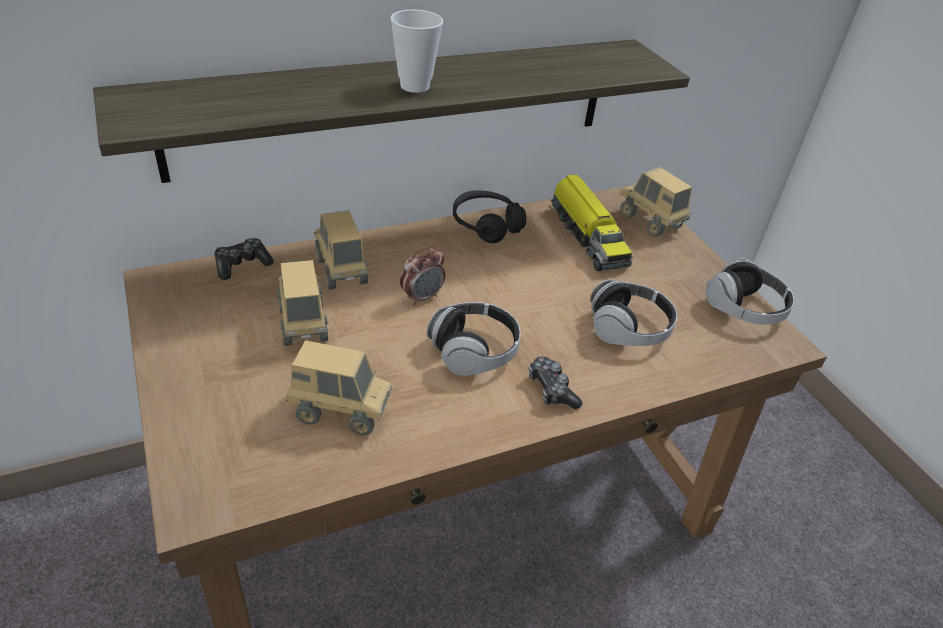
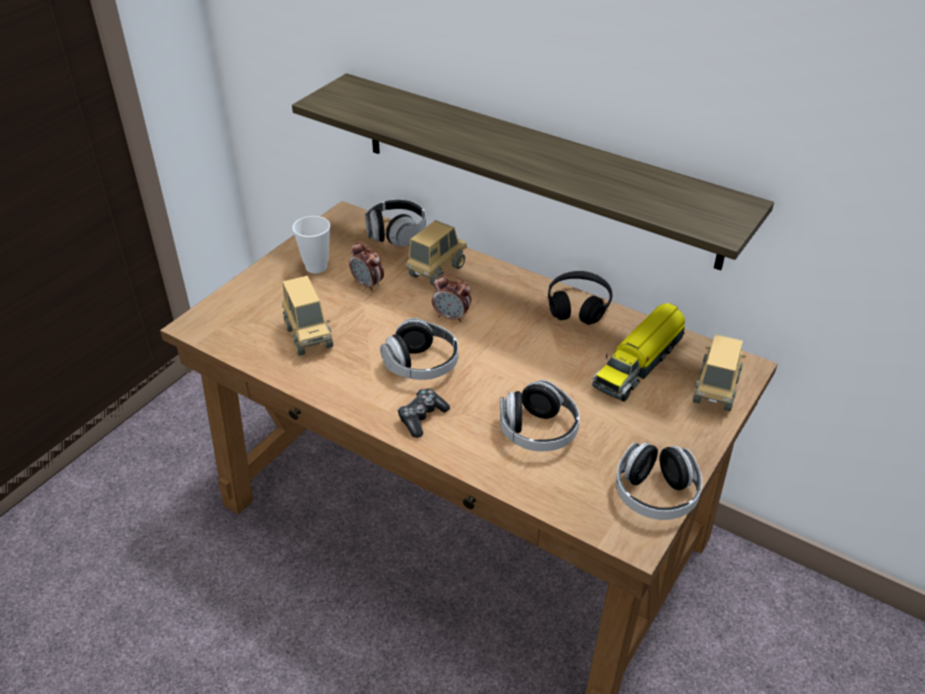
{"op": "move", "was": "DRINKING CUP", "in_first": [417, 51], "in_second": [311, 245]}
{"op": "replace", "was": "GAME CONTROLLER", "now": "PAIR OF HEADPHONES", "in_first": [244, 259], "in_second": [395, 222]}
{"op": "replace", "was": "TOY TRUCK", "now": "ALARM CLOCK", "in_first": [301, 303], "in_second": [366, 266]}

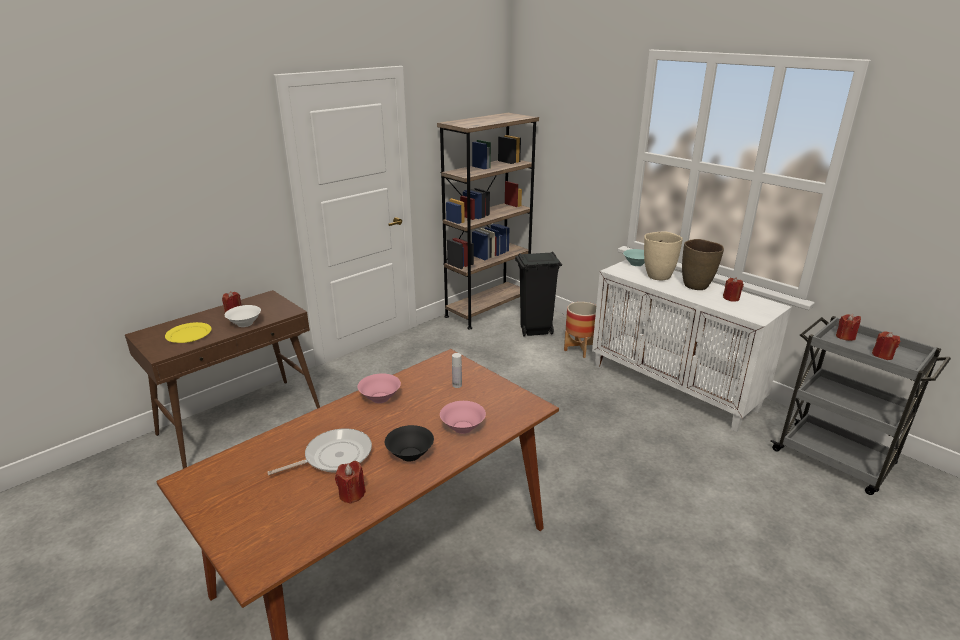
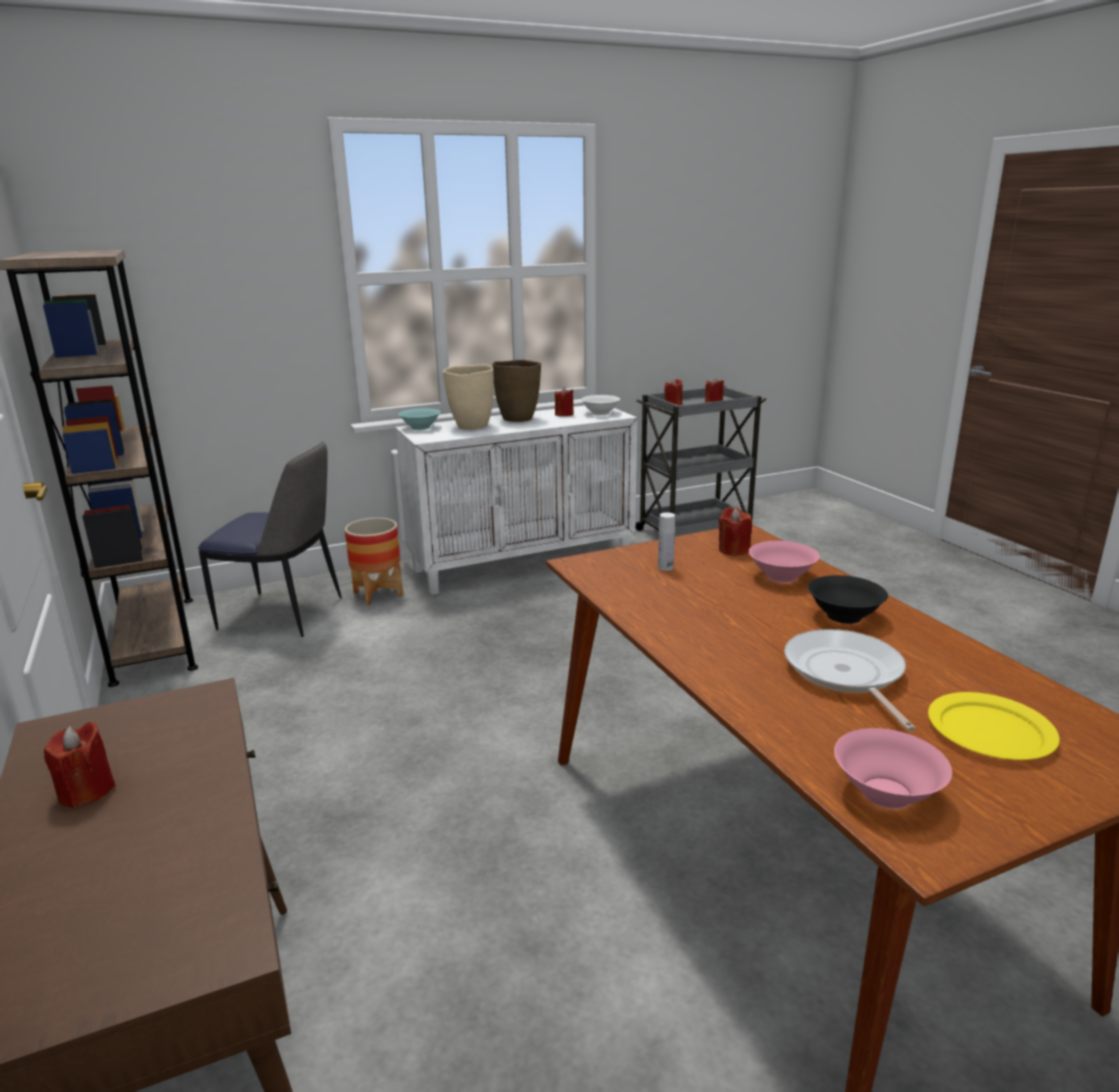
{"op": "replace", "was": "BLACK WASTE BIN", "now": "PLAIN CHAIR", "in_first": [538, 294], "in_second": [270, 539]}
{"op": "move", "was": "WHITE-COLOURED DEEP DISH", "in_first": [243, 316], "in_second": [600, 405]}
{"op": "move", "was": "YELLOW-COLOURED DINNER PLATE", "in_first": [188, 332], "in_second": [994, 726]}
{"op": "move", "was": "PINK DEEP DISH", "in_first": [379, 388], "in_second": [893, 768]}
{"op": "move", "was": "RED-COLOURED WAX LIGHT", "in_first": [350, 482], "in_second": [735, 531]}

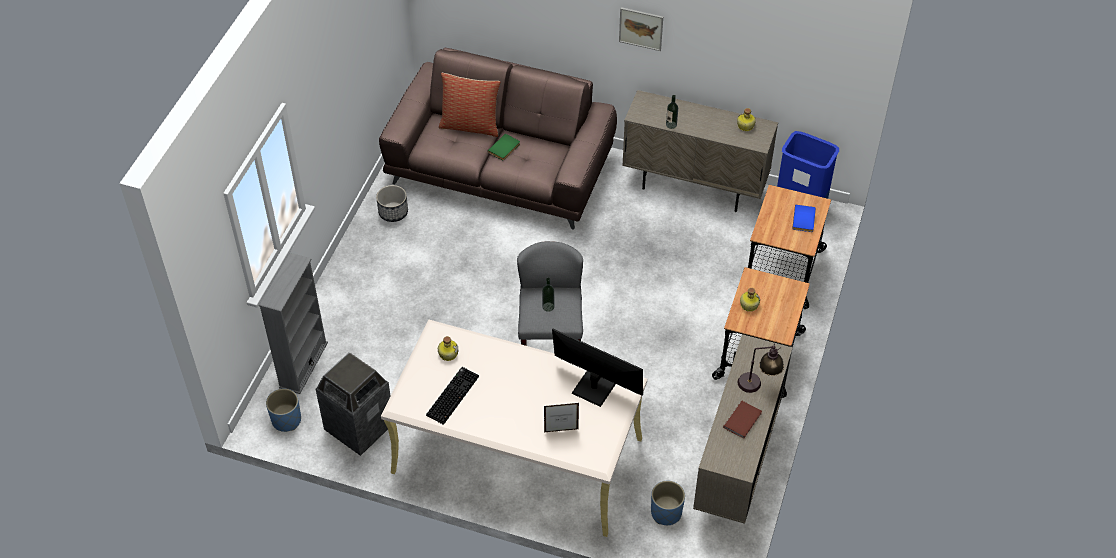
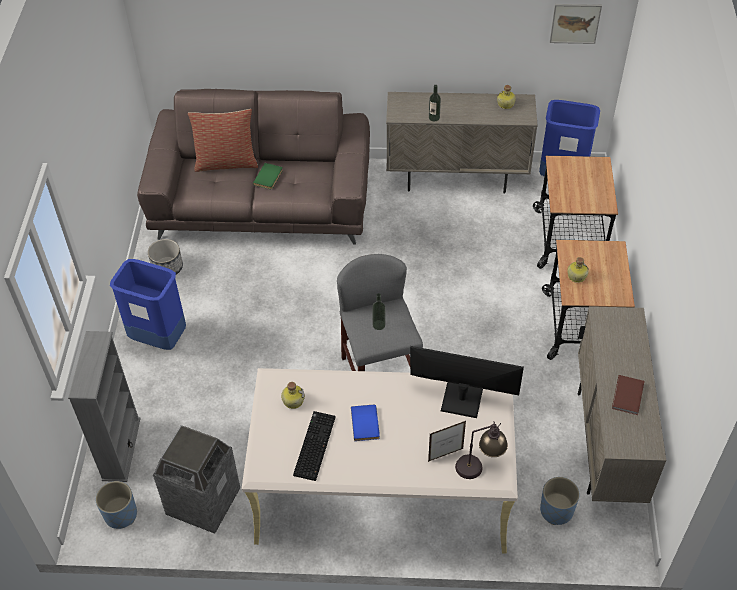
{"op": "move", "was": "WALL PICTURE", "in_first": [641, 29], "in_second": [576, 24]}
{"op": "move", "was": "BLUE-COLOURED BOOK", "in_first": [804, 218], "in_second": [365, 423]}
{"op": "move", "was": "TABLE LAMP", "in_first": [760, 368], "in_second": [481, 450]}
{"op": "insert", "now": "BLUE-COLOURED WASTE BIN", "in_second": [148, 304]}

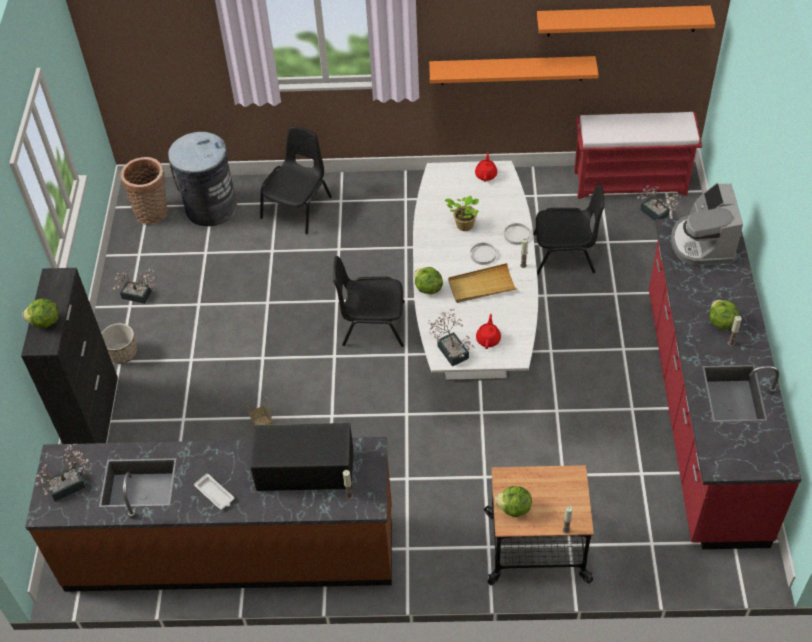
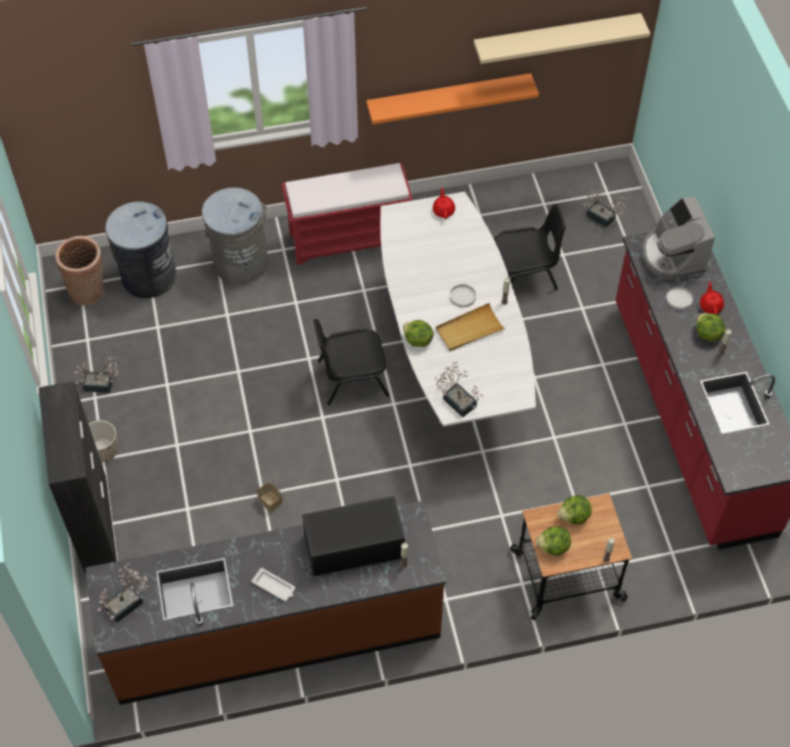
{"op": "recolor", "was": "ORANGE WALL SHELF", "now": "SAND-COLOURED WALL SHELF", "in_first": [626, 21], "in_second": [562, 38]}
{"op": "move", "was": "RED-COLOURED LONG SEAT", "in_first": [638, 155], "in_second": [347, 214]}
{"op": "replace", "was": "BLACK PLAIN CHAIR", "now": "GREY WASTE BIN", "in_first": [296, 180], "in_second": [235, 236]}
{"op": "delete", "was": "PLANT IN A POT", "in_first": [462, 213]}
{"op": "move", "was": "WHITE-COLOURED DINNER PLATE", "in_first": [517, 234], "in_second": [679, 298]}
{"op": "move", "was": "LETTUCE", "in_first": [40, 313], "in_second": [574, 509]}
{"op": "move", "was": "RED-COLOURED TEA POT", "in_first": [488, 331], "in_second": [712, 298]}

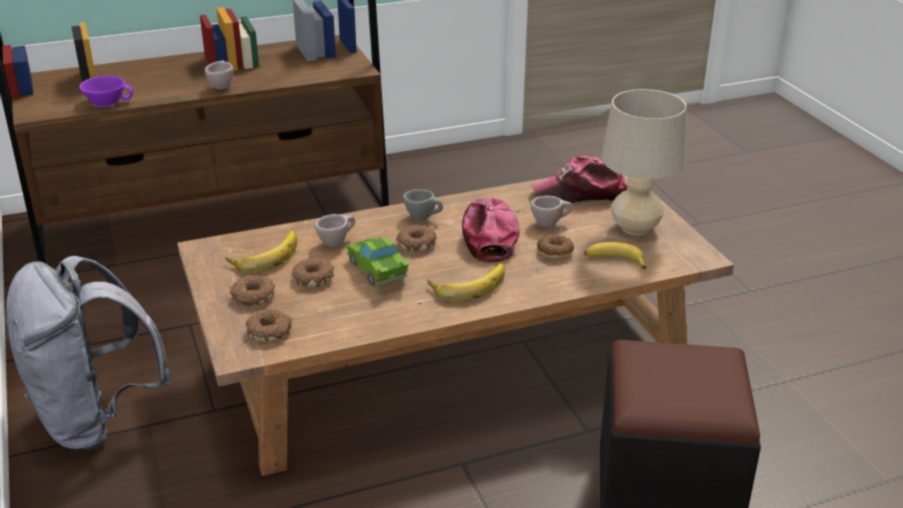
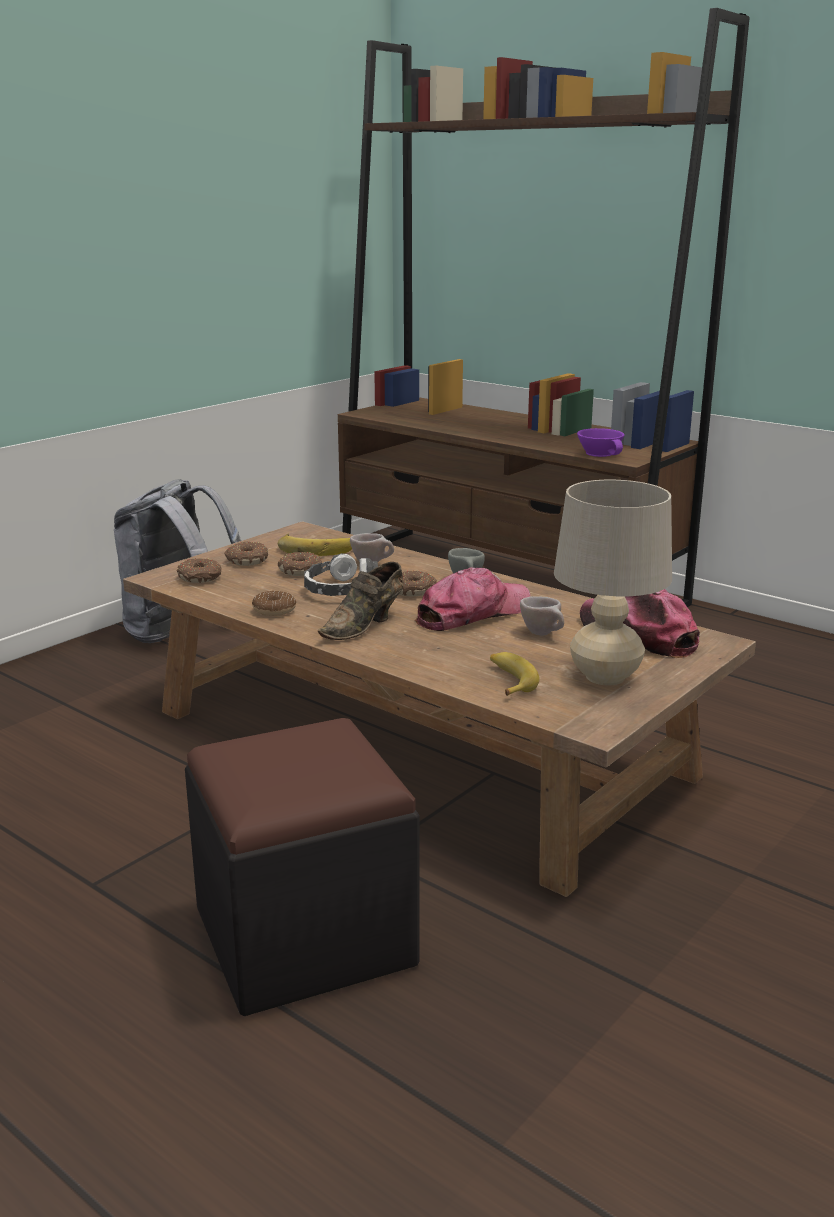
{"op": "delete", "was": "SAND-COLOURED DRINKING CUP", "in_first": [219, 75]}
{"op": "move", "was": "PURPLE DRINKING CUP", "in_first": [106, 91], "in_second": [601, 442]}
{"op": "move", "was": "RING DOUGHNUT", "in_first": [555, 246], "in_second": [274, 603]}
{"op": "replace", "was": "GREEN TOY CAR", "now": "PAIR OF HEADPHONES", "in_first": [379, 261], "in_second": [341, 574]}
{"op": "replace", "was": "BANANA", "now": "BROWN LOW SHOE", "in_first": [466, 282], "in_second": [361, 601]}

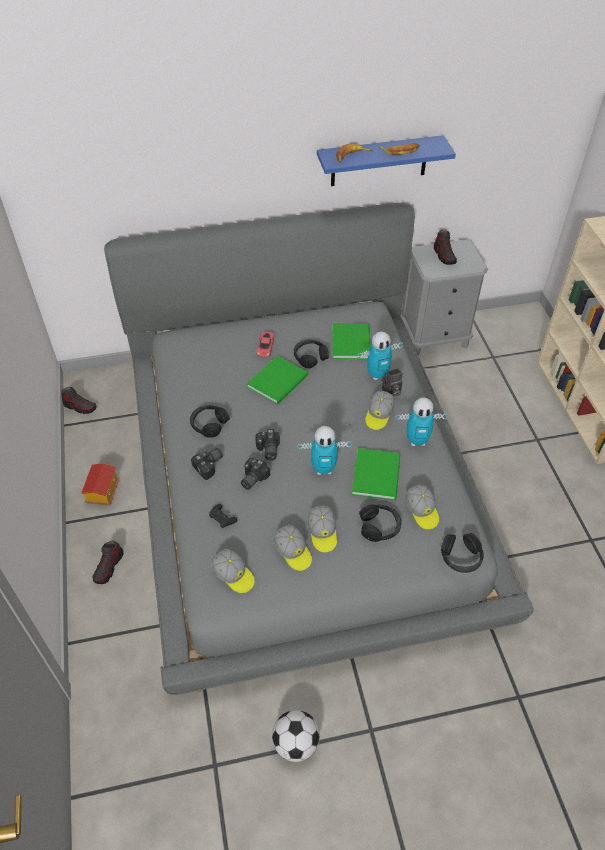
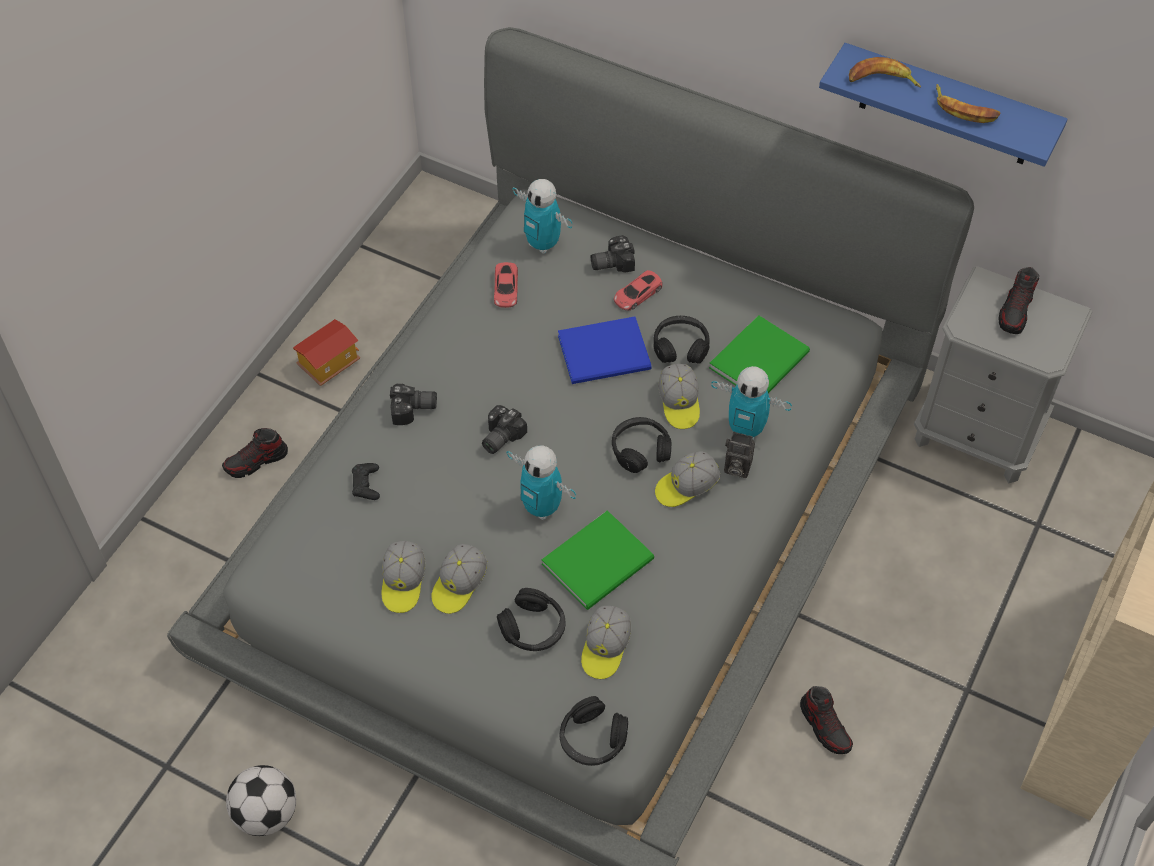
{"op": "recolor", "was": "GREEN BOOK", "now": "BLUE-COLOURED BOOK", "in_first": [277, 380], "in_second": [604, 350]}
{"op": "move", "was": "LOW SHOE", "in_first": [79, 400], "in_second": [826, 720]}
{"op": "move", "was": "TOY ROBOT", "in_first": [421, 421], "in_second": [543, 216]}
{"op": "move", "was": "BLACK PAIR OF HEADPHONES", "in_first": [210, 421], "in_second": [642, 445]}
{"op": "move", "was": "STILL CAMERA", "in_first": [255, 474], "in_second": [613, 253]}
{"op": "move", "was": "BASEBALL CAP", "in_first": [232, 571], "in_second": [679, 396]}
{"op": "insert", "now": "RED-COLOURED TOY CAR", "in_second": [506, 285]}

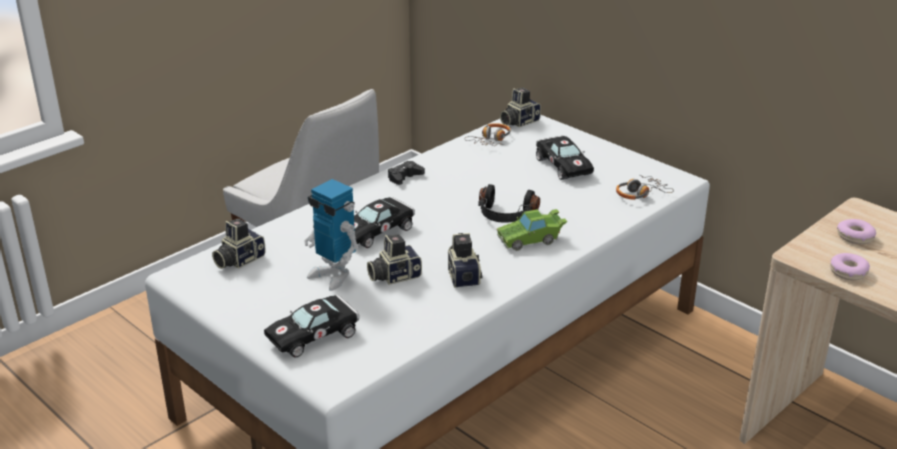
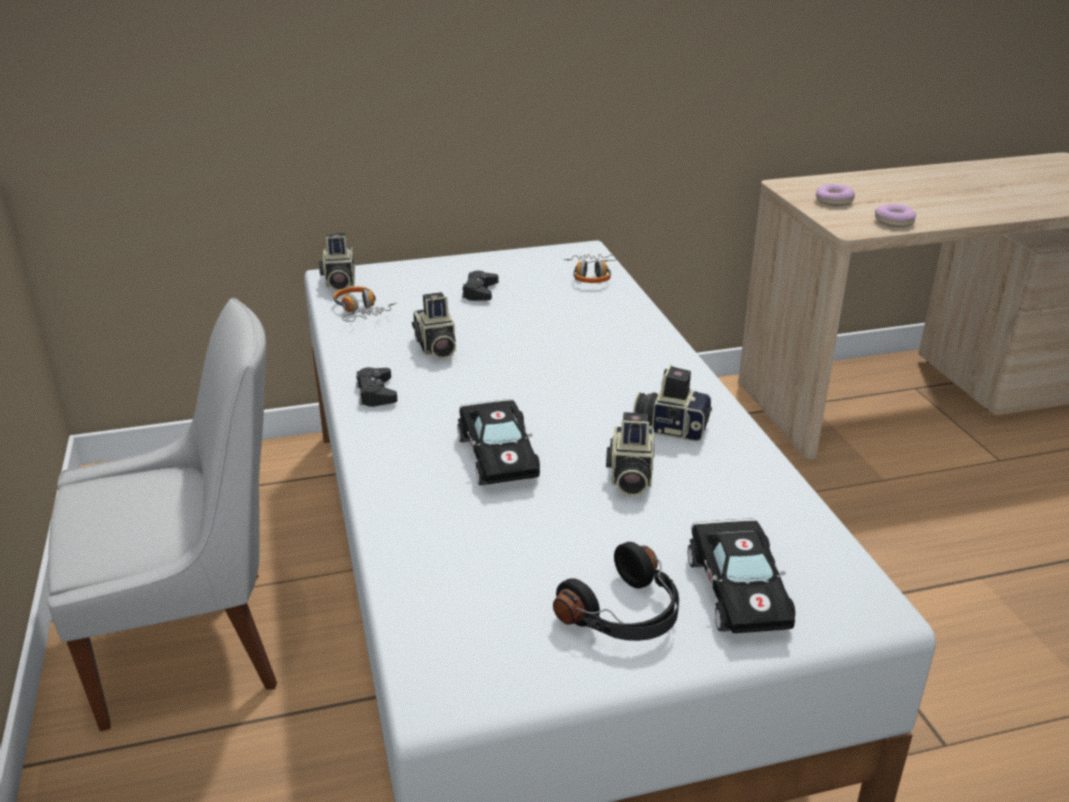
{"op": "replace", "was": "BLACK TOY CAR", "now": "BLACK GAME CONTROLLER", "in_first": [565, 158], "in_second": [480, 286]}
{"op": "delete", "was": "TOY ROBOT", "in_first": [331, 235]}
{"op": "move", "was": "BLACK PAIR OF HEADPHONES", "in_first": [509, 203], "in_second": [616, 591]}
{"op": "delete", "was": "GREEN TOY CAR", "in_first": [532, 230]}
{"op": "move", "was": "STILL CAMERA", "in_first": [239, 243], "in_second": [434, 325]}

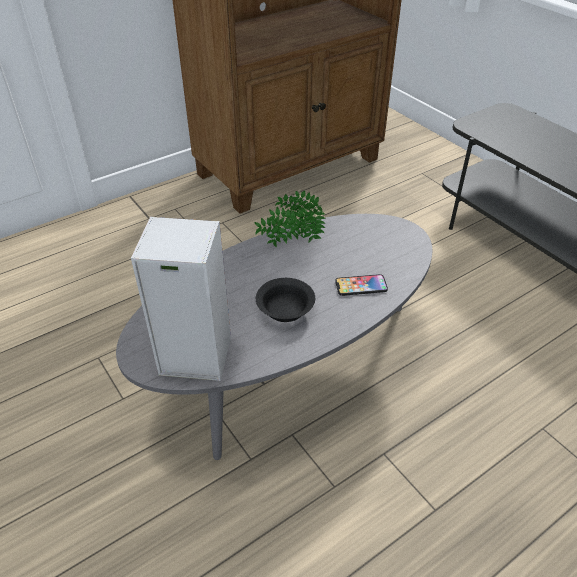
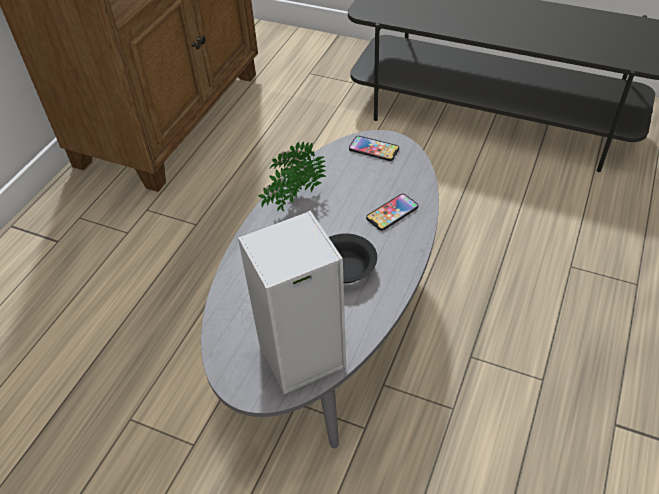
{"op": "insert", "now": "PHONE", "in_second": [374, 148]}

